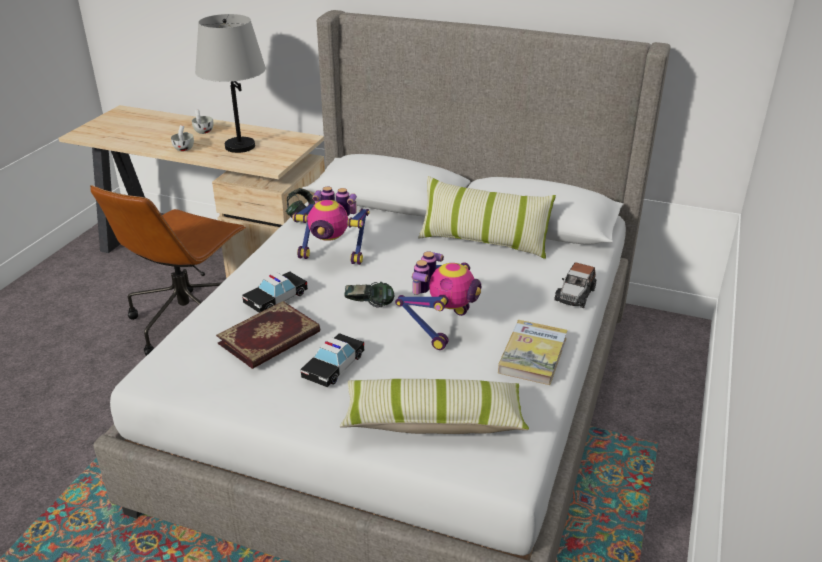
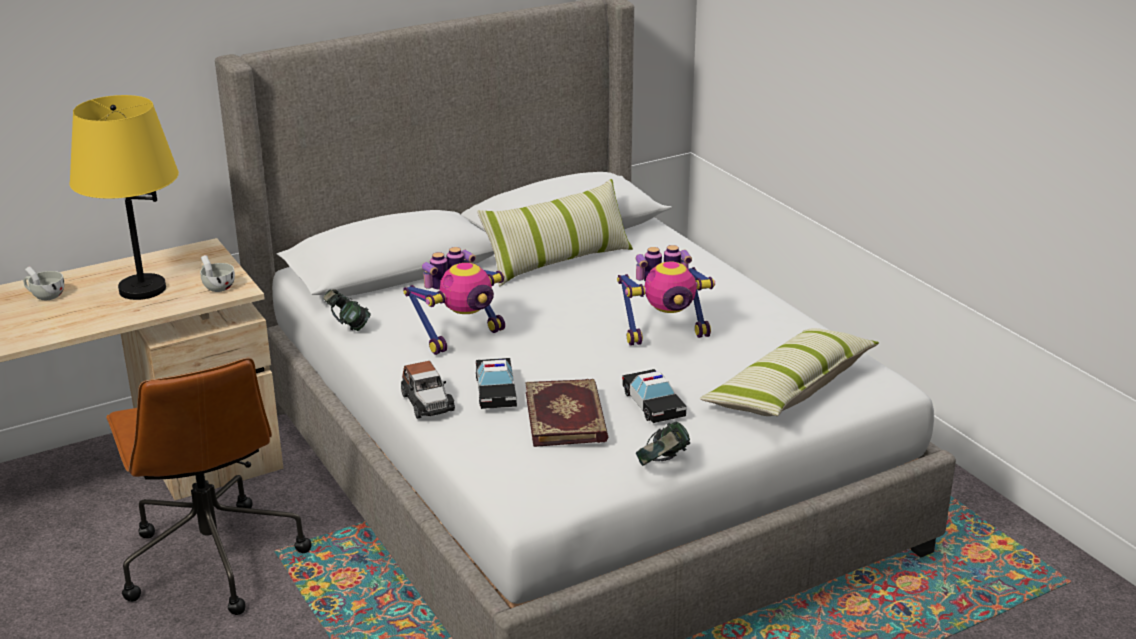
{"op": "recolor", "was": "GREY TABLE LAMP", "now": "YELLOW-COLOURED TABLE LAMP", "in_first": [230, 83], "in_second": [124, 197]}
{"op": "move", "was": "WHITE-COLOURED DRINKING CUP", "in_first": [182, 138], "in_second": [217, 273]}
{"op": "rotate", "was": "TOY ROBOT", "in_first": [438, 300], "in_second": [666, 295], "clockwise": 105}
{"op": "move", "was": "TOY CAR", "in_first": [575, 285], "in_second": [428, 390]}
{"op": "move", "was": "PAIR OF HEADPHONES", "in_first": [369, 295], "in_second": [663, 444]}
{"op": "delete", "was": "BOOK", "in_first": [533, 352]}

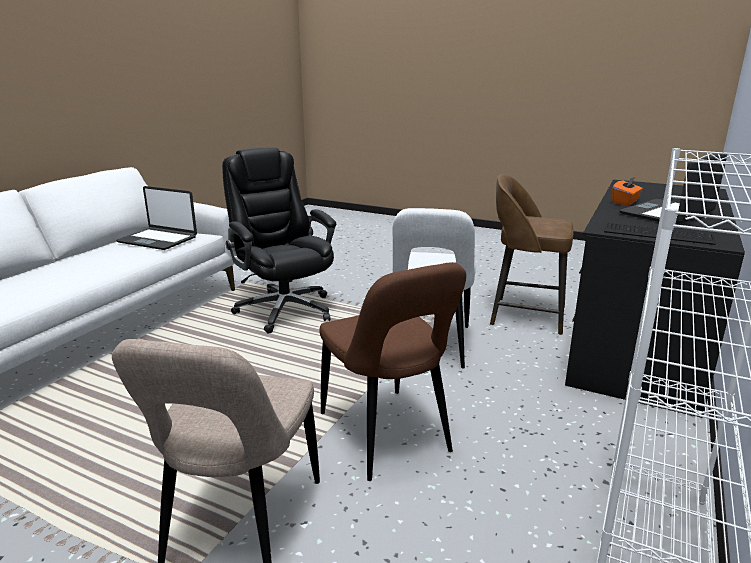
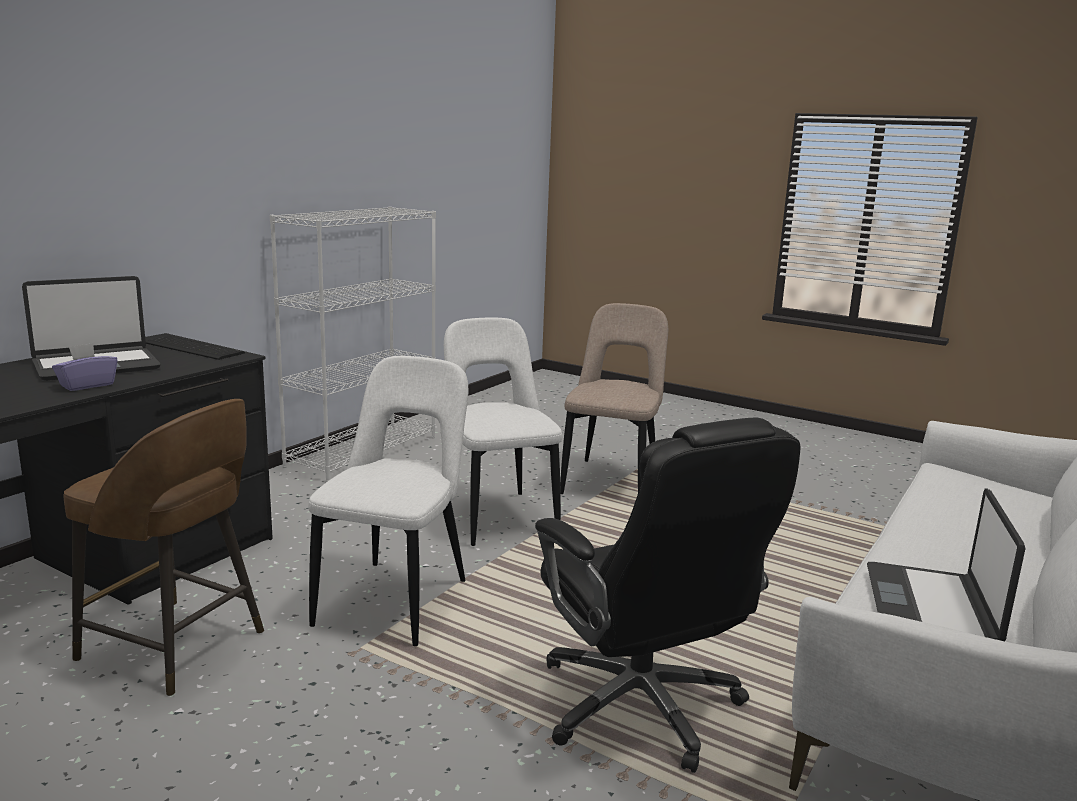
{"op": "recolor", "was": "ORANGE BOX OF TISSUES", "now": "PURPLE BOX OF TISSUES", "in_first": [627, 191], "in_second": [85, 367]}
{"op": "rotate", "was": "NOTEBOOK COMPUTER", "in_first": [156, 218], "in_second": [946, 564], "clockwise": -105}
{"op": "recolor", "was": "BROWN PLAIN CHAIR", "now": "WHITE-COLOURED PLAIN CHAIR", "in_first": [392, 371], "in_second": [503, 432]}

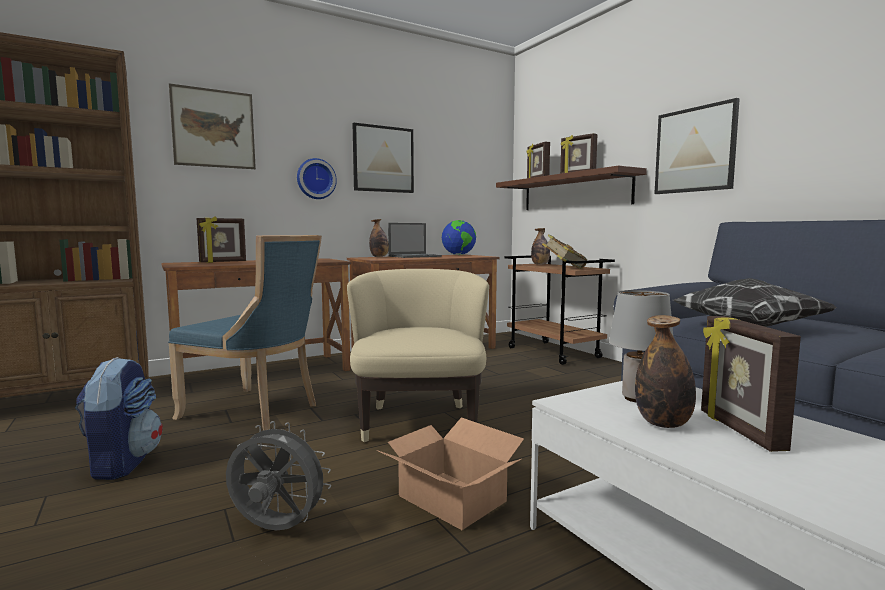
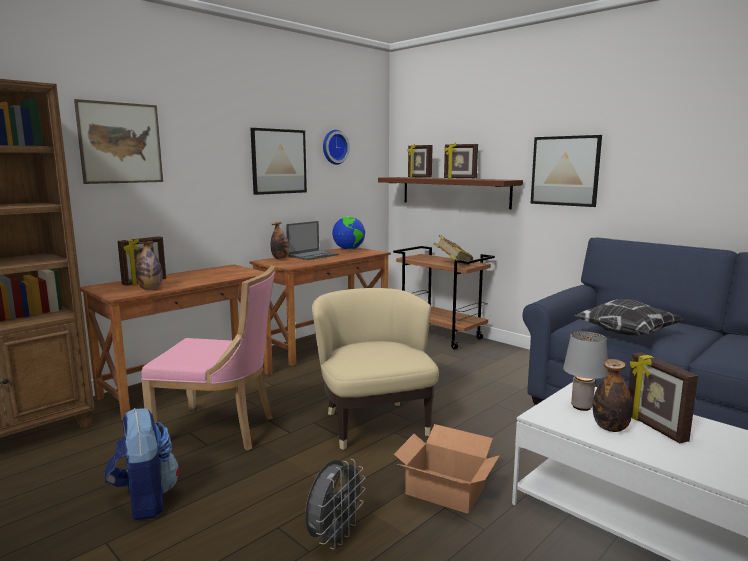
{"op": "move", "was": "CLOCK ON THE WALL", "in_first": [317, 178], "in_second": [336, 147]}
{"op": "move", "was": "BOTTLE", "in_first": [540, 246], "in_second": [149, 265]}
{"op": "recolor", "was": "BLUE-COLOURED PLAIN CHAIR", "now": "PINK PLAIN CHAIR", "in_first": [245, 332], "in_second": [208, 358]}
{"op": "rotate", "was": "GREY COOLING FAN", "in_first": [278, 476], "in_second": [335, 503], "clockwise": 120}

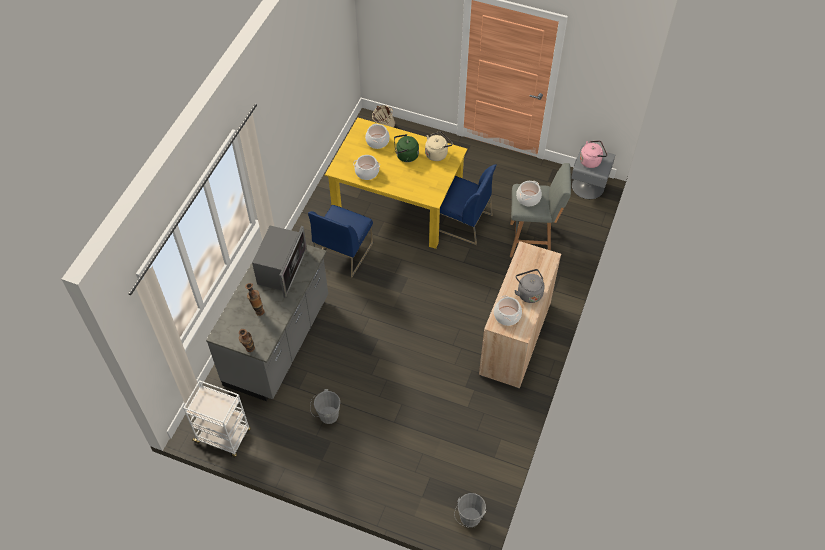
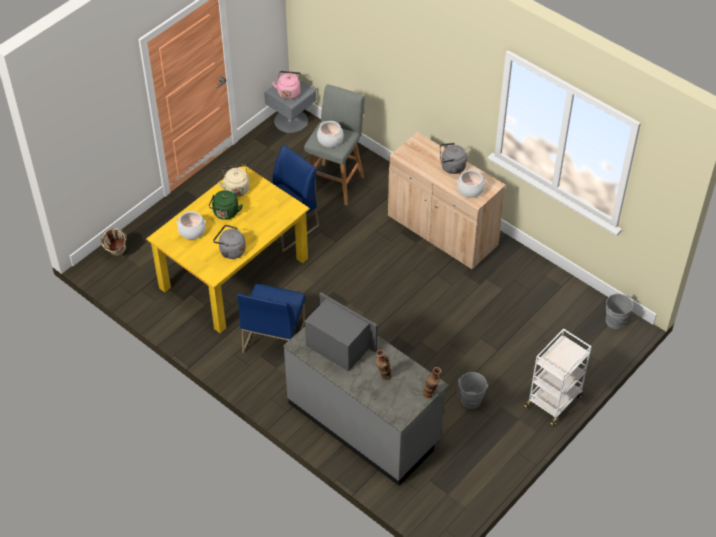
{"op": "replace", "was": "STOCKPOT", "now": "GREY WATER KETTLE", "in_first": [366, 167], "in_second": [229, 242]}
{"op": "rotate", "was": "BLUE-COLOURED PLAIN CHAIR", "in_first": [340, 241], "in_second": [271, 318], "clockwise": 60}
{"op": "move", "was": "WHITE-COLOURED WHEELED CART", "in_first": [217, 419], "in_second": [558, 377]}

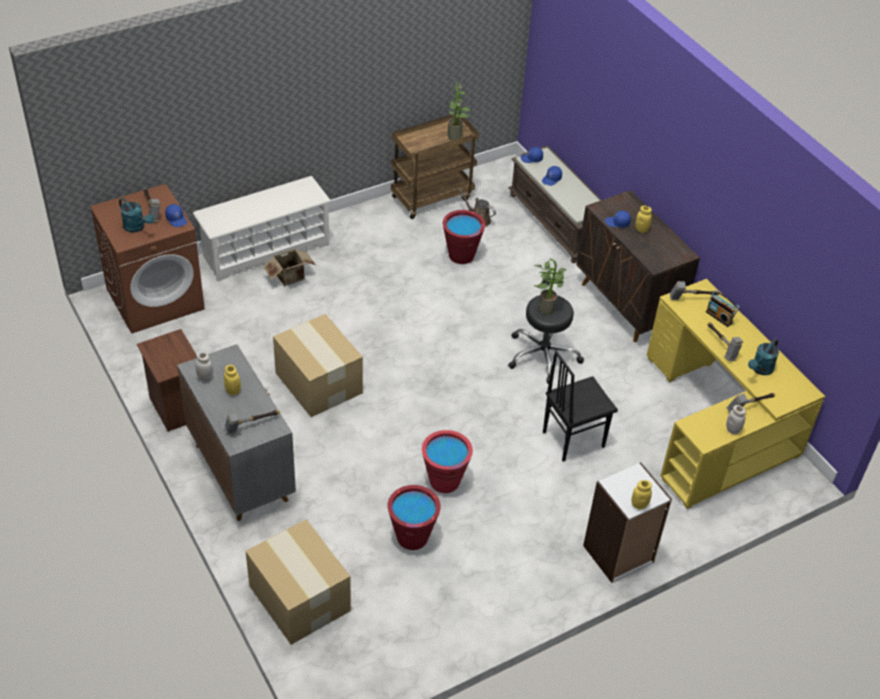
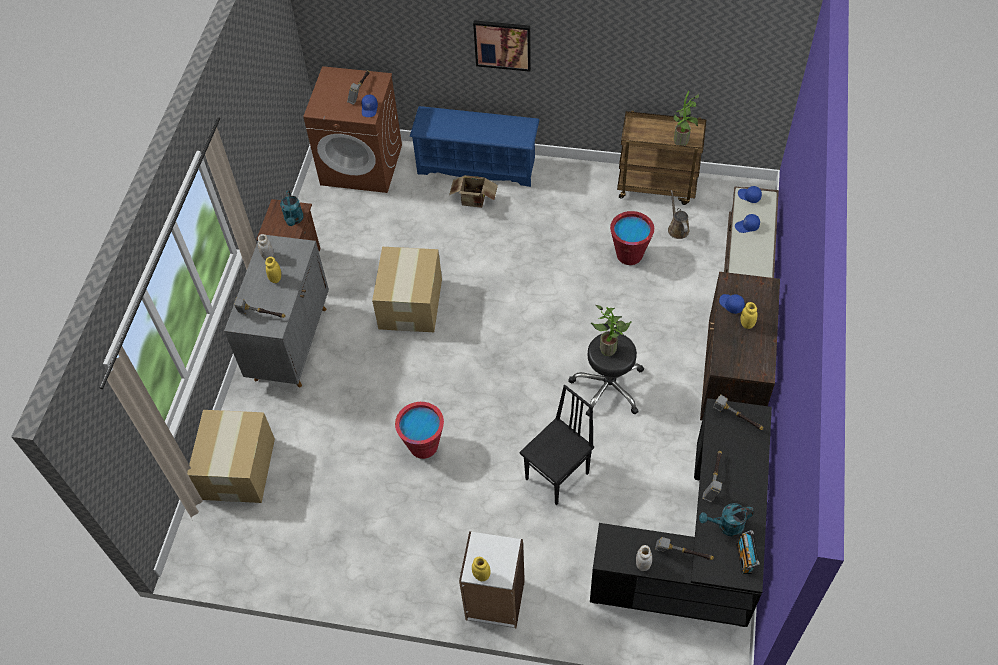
{"op": "recolor", "was": "WHITE-COLOURED SHOE RACK", "now": "BLUE-COLOURED SHOE RACK", "in_first": [262, 229], "in_second": [474, 146]}
{"op": "move", "was": "BLUE-GREEN SPRINKLING CAN", "in_first": [136, 215], "in_second": [292, 208]}
{"op": "recolor", "was": "YELLOW-COLOURED DESK UNIT", "now": "BLACK DESK UNIT", "in_first": [736, 394], "in_second": [681, 512]}
{"op": "move", "was": "RADIO", "in_first": [723, 308], "in_second": [747, 552]}
{"op": "rotate", "was": "BLACK PLAIN CHAIR", "in_first": [580, 406], "in_second": [556, 445], "clockwise": 120}
{"op": "delete", "was": "RED-COLOURED PAIL", "in_first": [414, 517]}
{"op": "insert", "now": "WALL PICTURE", "in_second": [502, 46]}

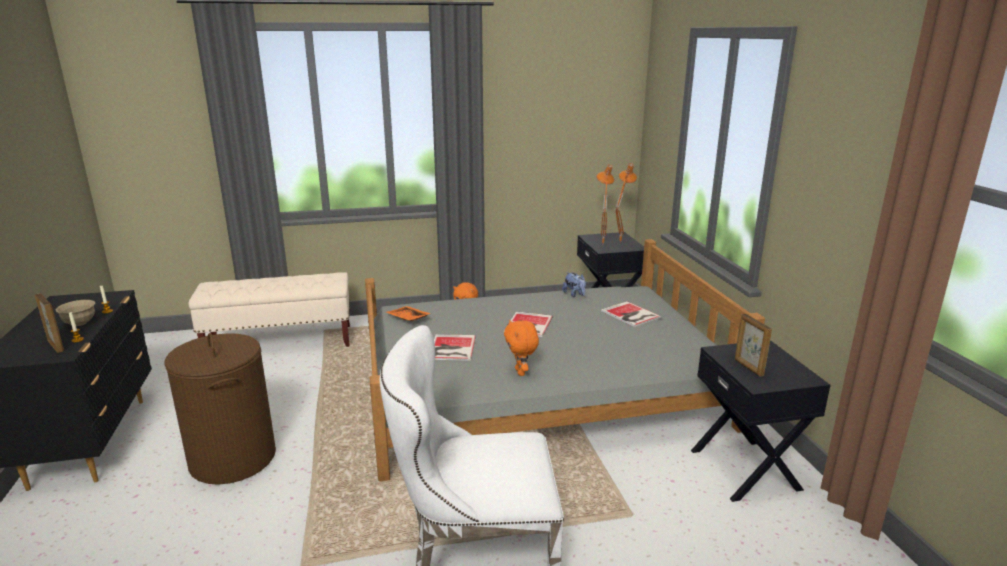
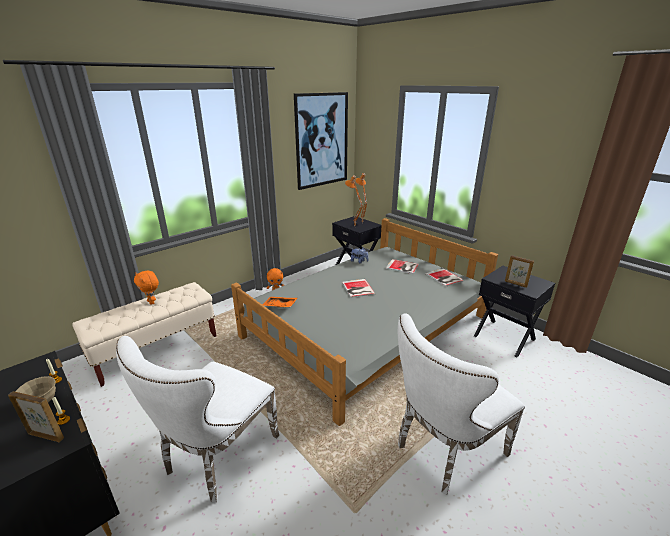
{"op": "move", "was": "ORANGE CUDDLY TOY", "in_first": [521, 348], "in_second": [146, 288]}
{"op": "replace", "was": "BROWN WASHING BASKET", "now": "WHITE-COLOURED PLAIN CHAIR", "in_first": [220, 409], "in_second": [197, 419]}
{"op": "move", "was": "BOOK", "in_first": [455, 347], "in_second": [444, 277]}
{"op": "insert", "now": "WALL PICTURE", "in_second": [321, 141]}

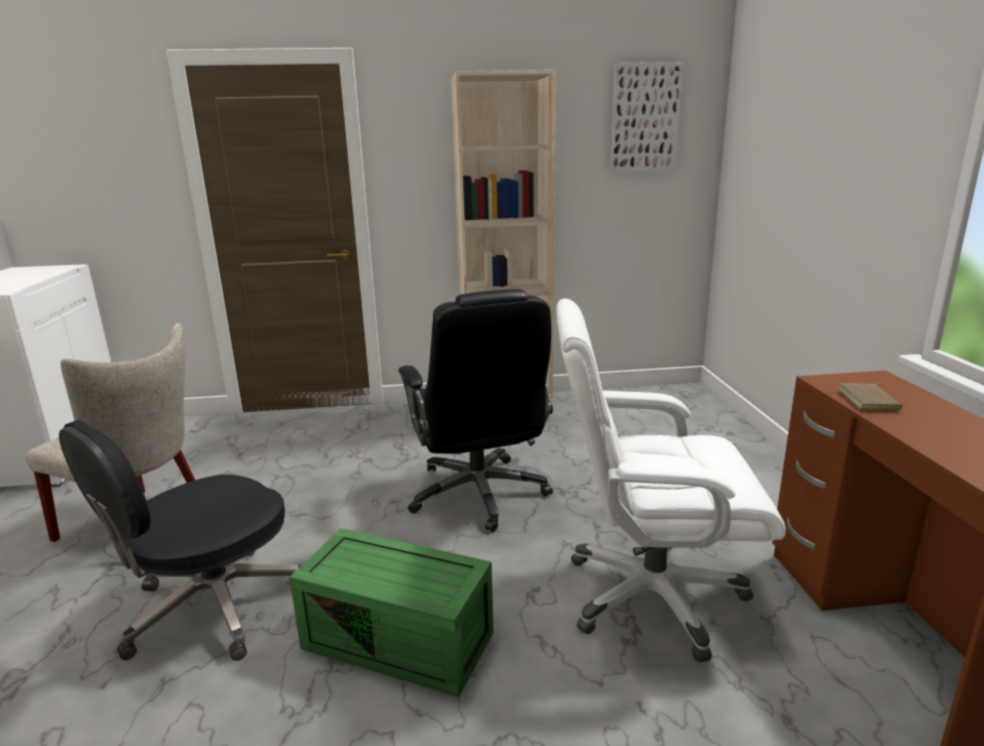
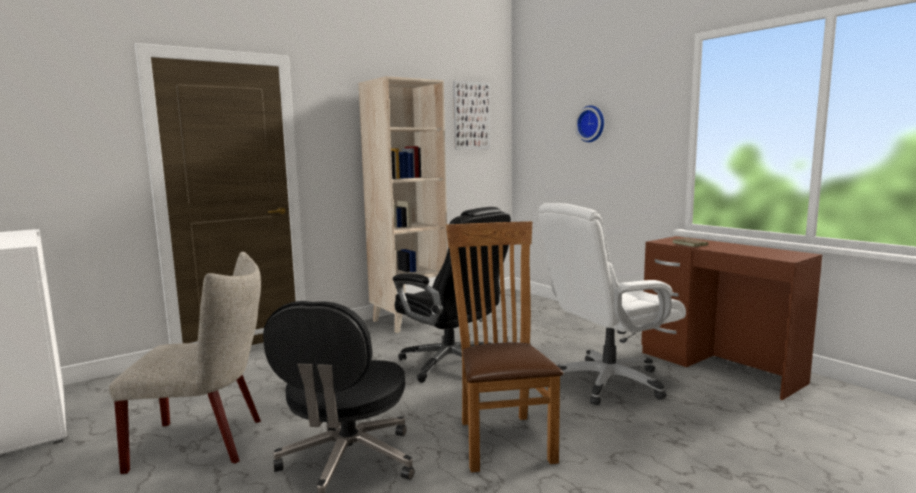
{"op": "replace", "was": "GREEN STORAGE CONTAINER", "now": "BROWN PLAIN CHAIR", "in_first": [391, 612], "in_second": [504, 346]}
{"op": "insert", "now": "CLOCK ON THE WALL", "in_second": [589, 124]}

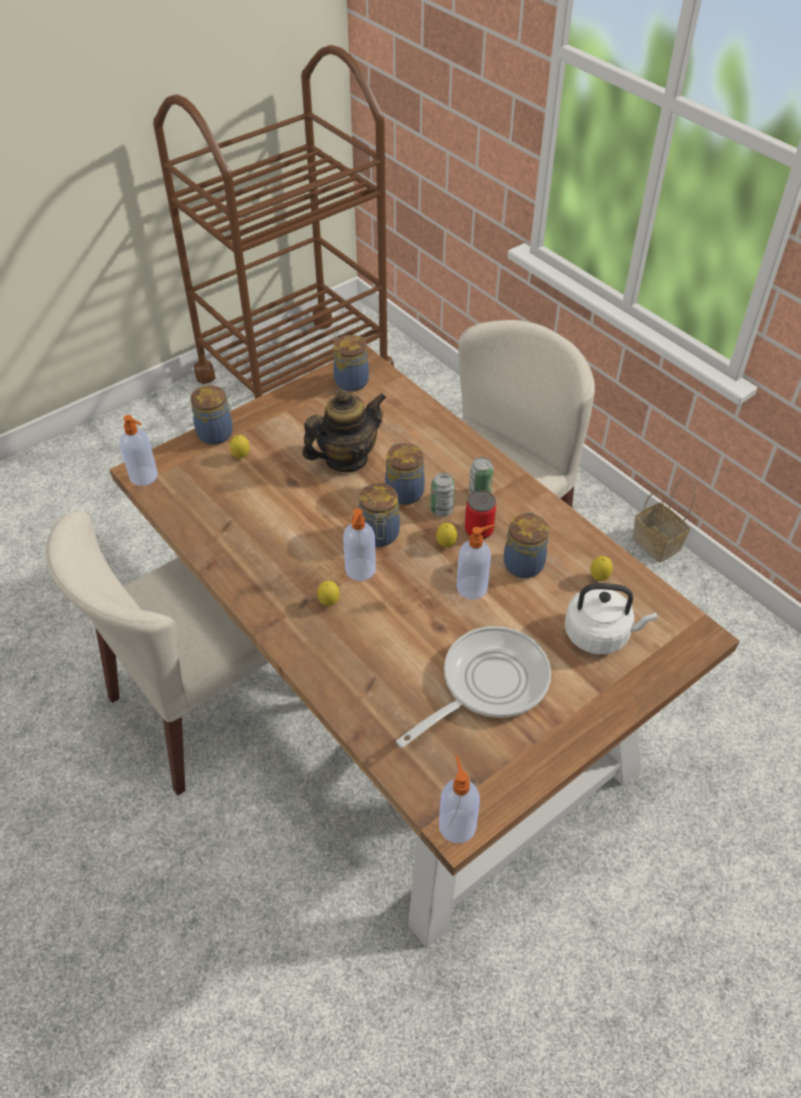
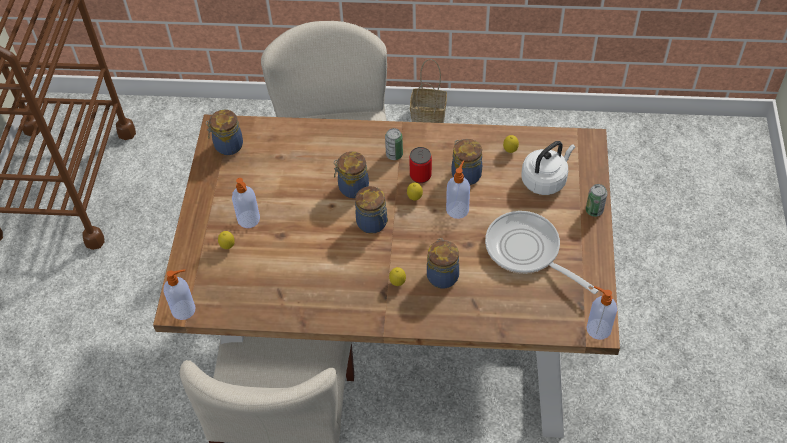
{"op": "move", "was": "STORAGE JAR", "in_first": [212, 415], "in_second": [443, 263]}
{"op": "delete", "was": "TEA POT", "in_first": [344, 431]}
{"op": "move", "was": "CAN", "in_first": [443, 495], "in_second": [596, 200]}
{"op": "move", "was": "SOAP BOTTLE", "in_first": [359, 544], "in_second": [246, 203]}
{"op": "rotate", "was": "SKILLET", "in_first": [473, 687], "in_second": [542, 252], "clockwise": -45}

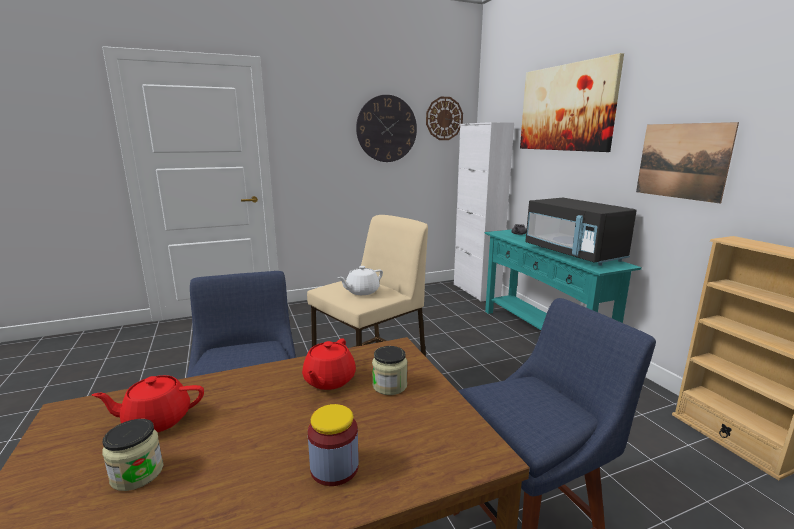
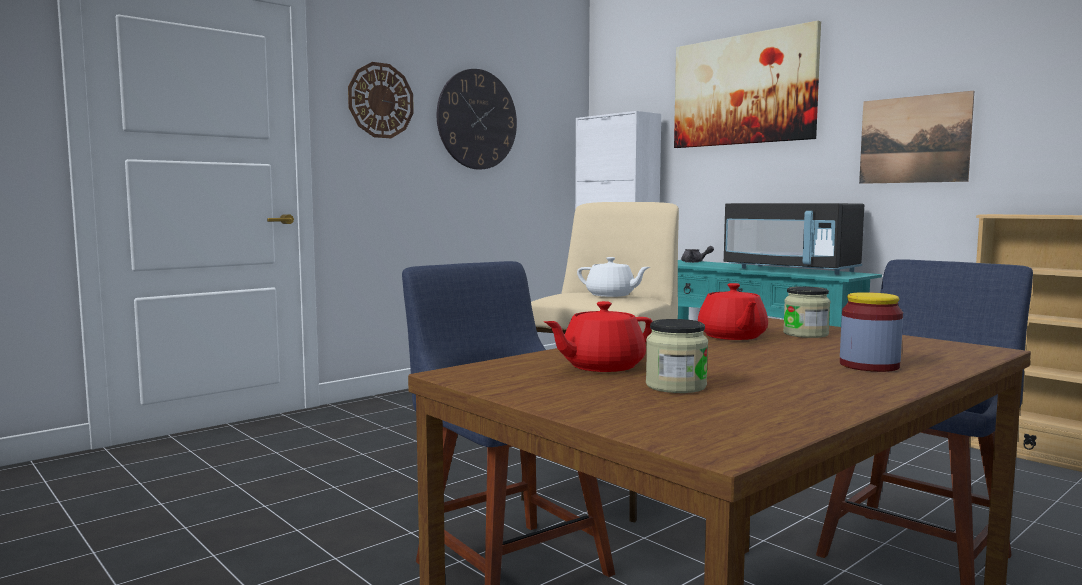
{"op": "move", "was": "CLOCK ON THE WALL", "in_first": [444, 118], "in_second": [381, 100]}
{"op": "rotate", "was": "WHITE-COLOURED TEA POT", "in_first": [360, 280], "in_second": [613, 277], "clockwise": -90}

